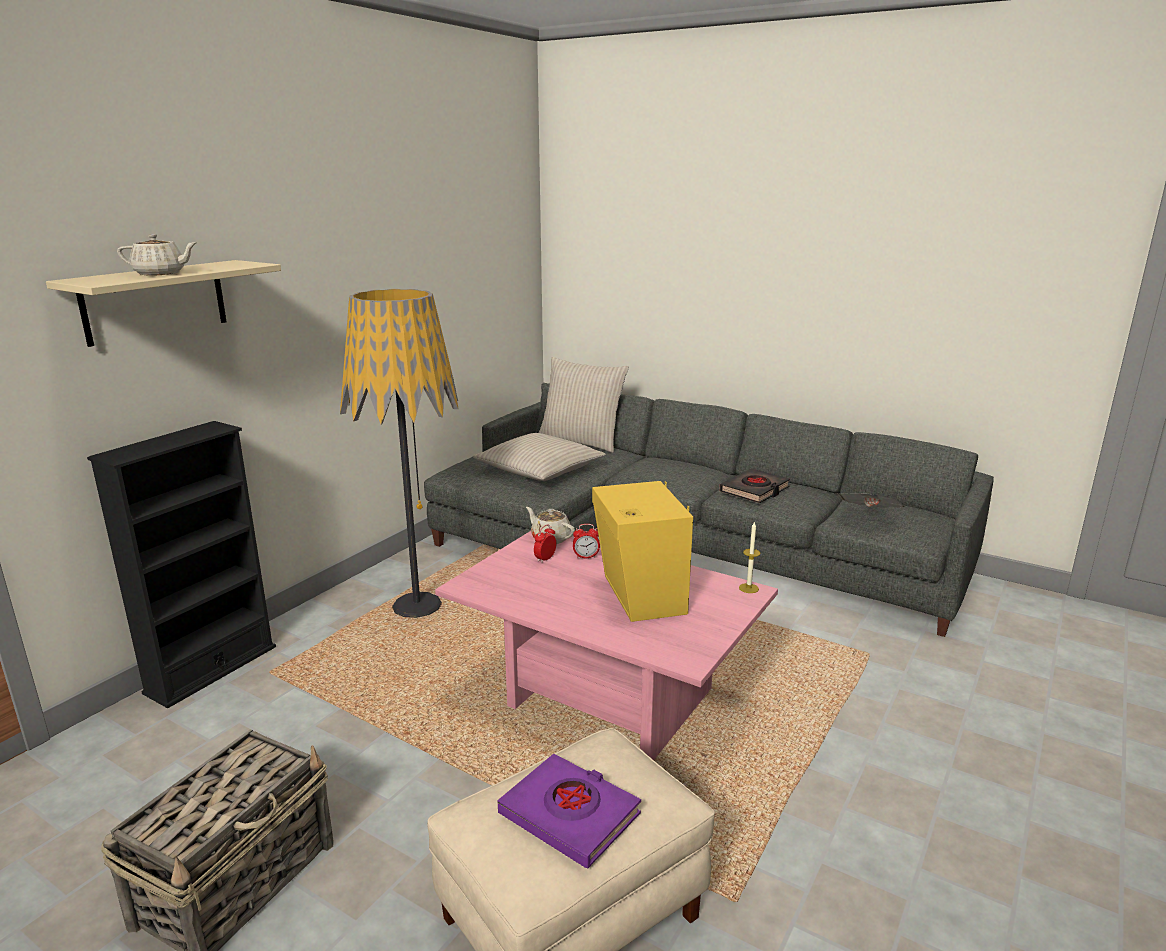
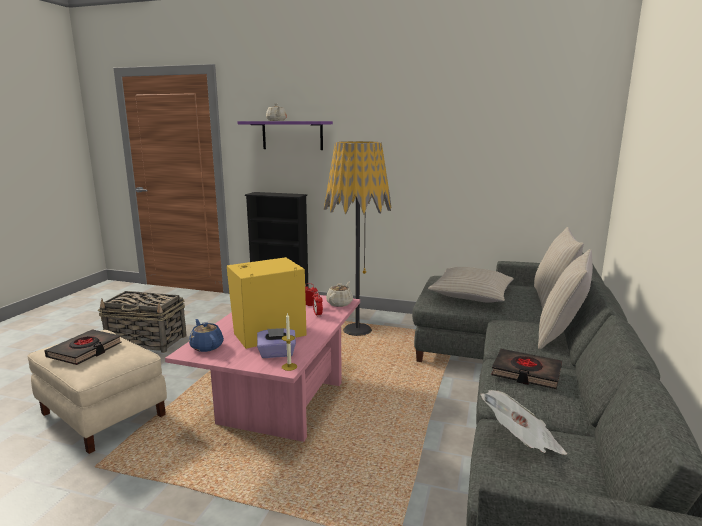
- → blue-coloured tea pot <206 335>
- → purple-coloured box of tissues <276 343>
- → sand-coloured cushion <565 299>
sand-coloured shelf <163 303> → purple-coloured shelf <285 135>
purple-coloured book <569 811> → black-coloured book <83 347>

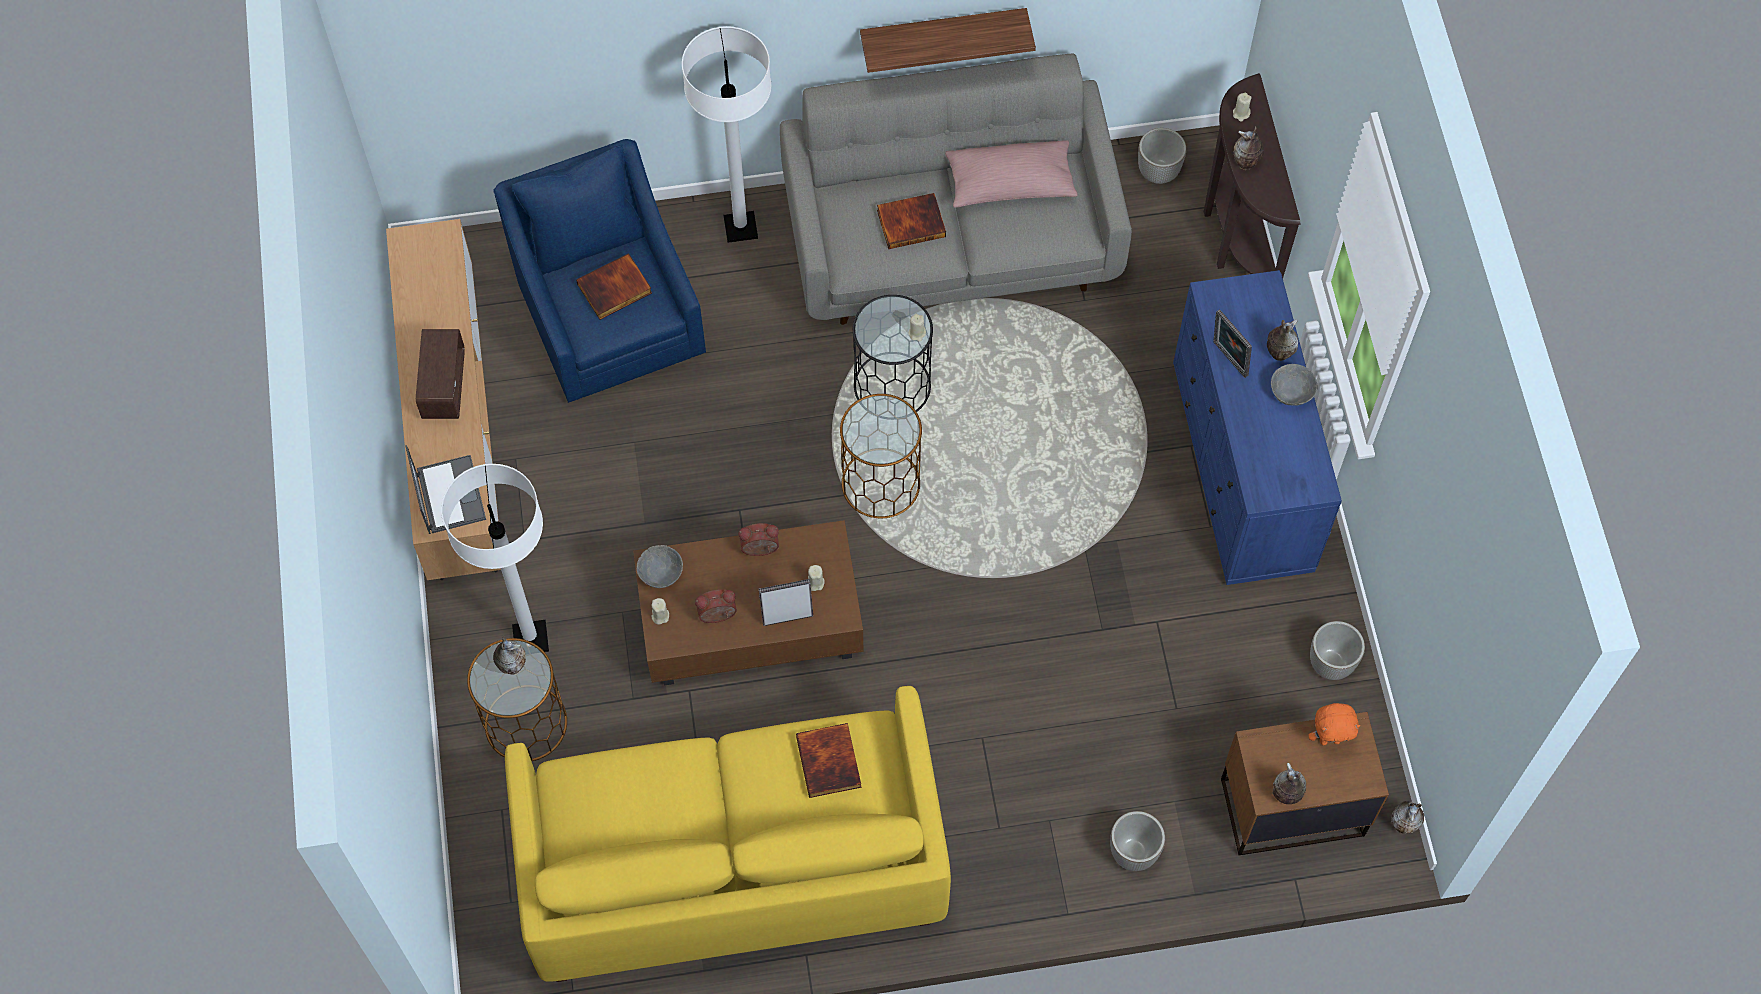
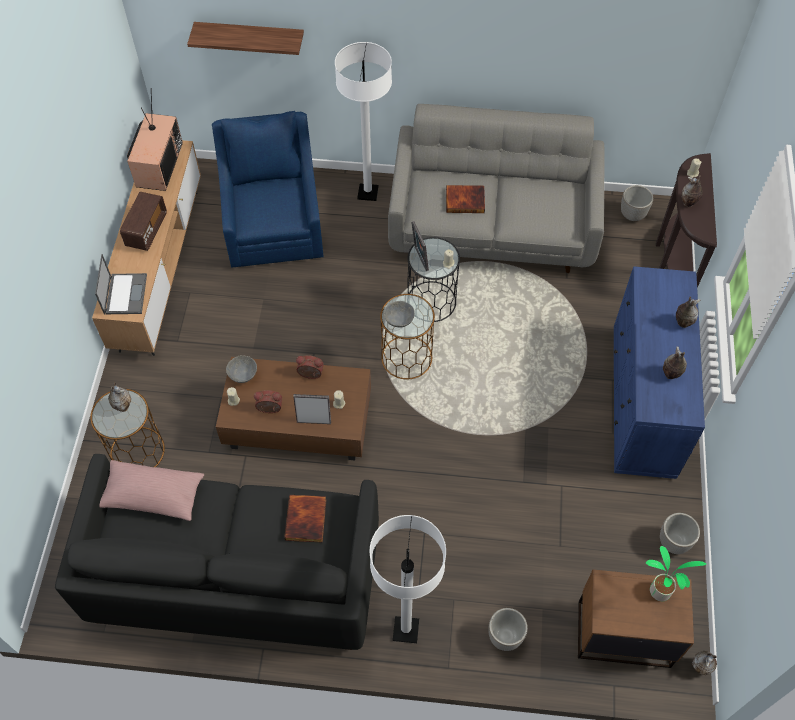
book <614 286> → -
- → television <155 139>
whitish standing lamp <495 558> → whitish standing lamp <408 579>, relocated
shelf <948 40> → shelf <245 38>, relocated
pinkish cushion <1011 174> → pinkish cushion <151 490>, relocated
picture frame <1232 343> → picture frame <420 246>, relocated
gray bowl <1294 384> → gray bowl <399 314>, relocated
decorative vase <1289 783> → decorative vase <675 362>, relocated
orange cuddly toy <1334 724> → houseplant <676 573>
yellowish couch <728 834> → black-coloured couch <217 552>

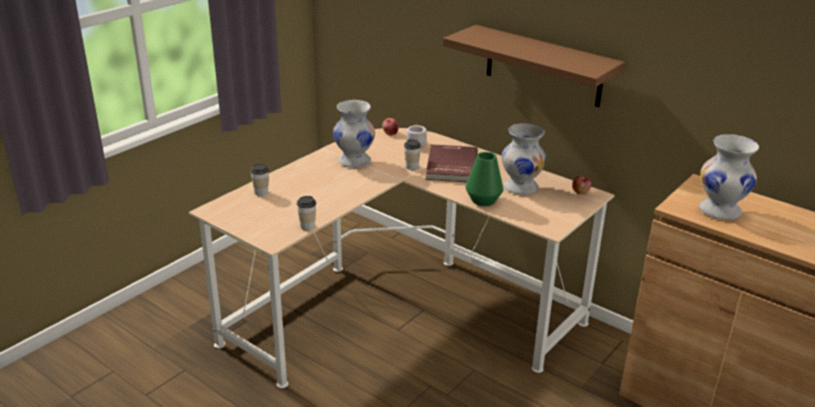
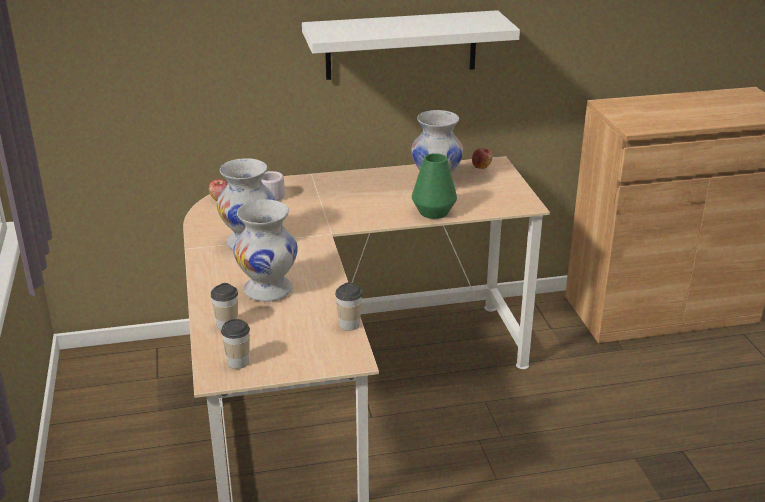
red-coloured book <452 163> → -
small cup <412 154> → small cup <235 344>, relocated
whitish decorative vase <729 177> → whitish decorative vase <265 250>, relocated
brownish shelf <534 66> → whitish shelf <411 45>

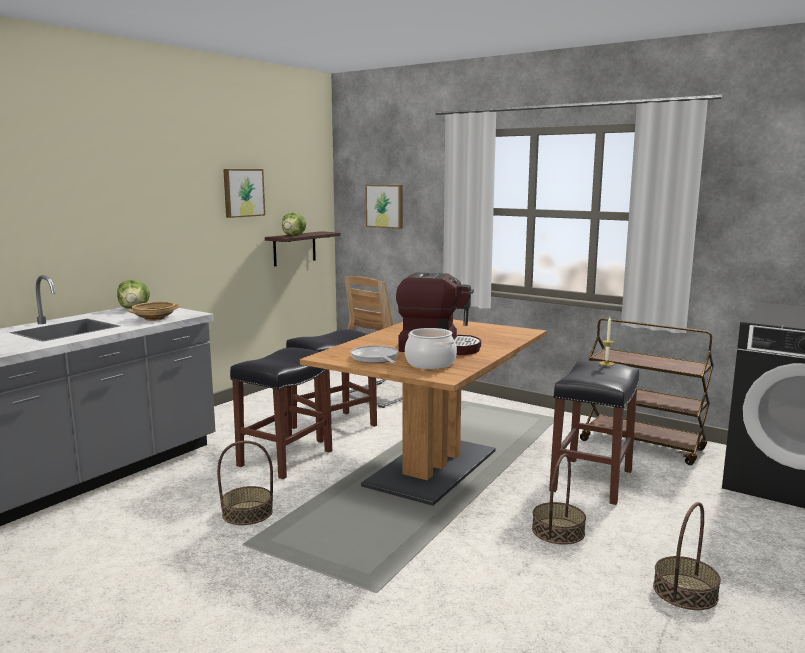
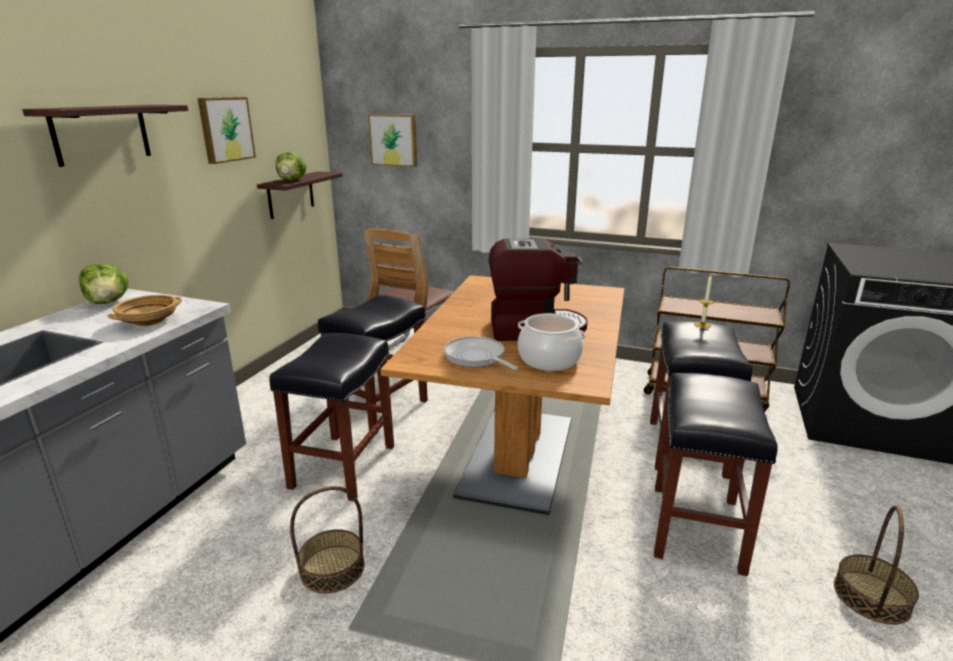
- → shelf <105 136>
household basket <559 499> → black-coloured stool <716 474>

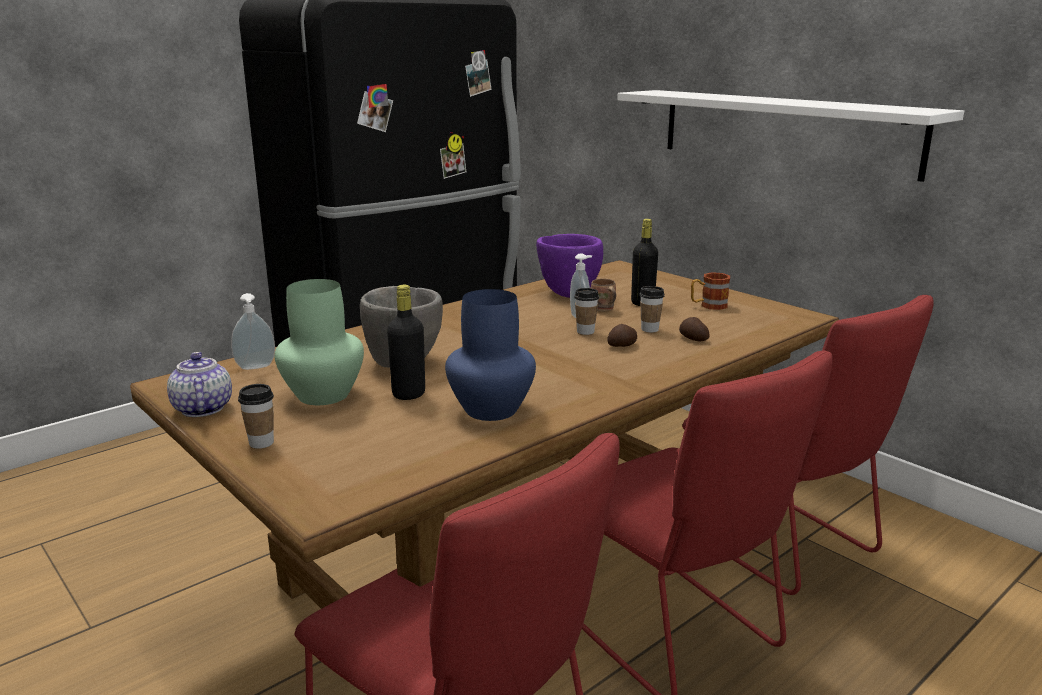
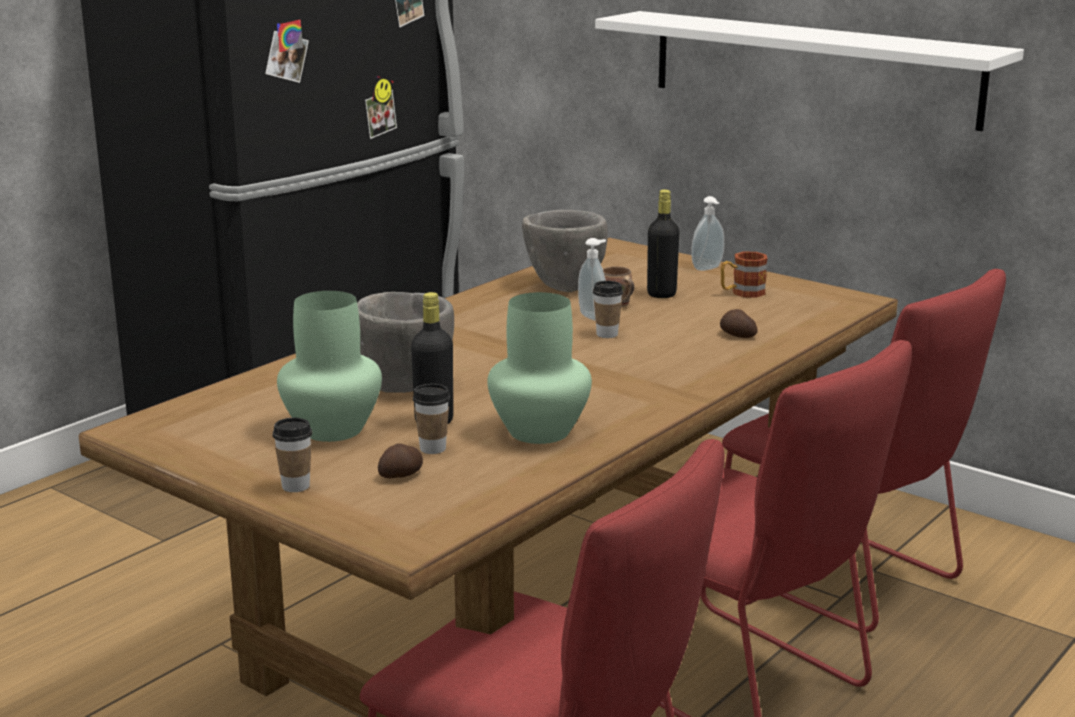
tea pot <199 384> → -
soap dispenser <253 331> → soap dispenser <707 233>, relocated
whole potato <622 335> → whole potato <400 460>, relocated
small cup <652 309> → small cup <431 419>, relocated
blue-coloured decorative vase <490 355> → green decorative vase <539 368>
purple-coloured bowl <569 266> → gray bowl <565 251>

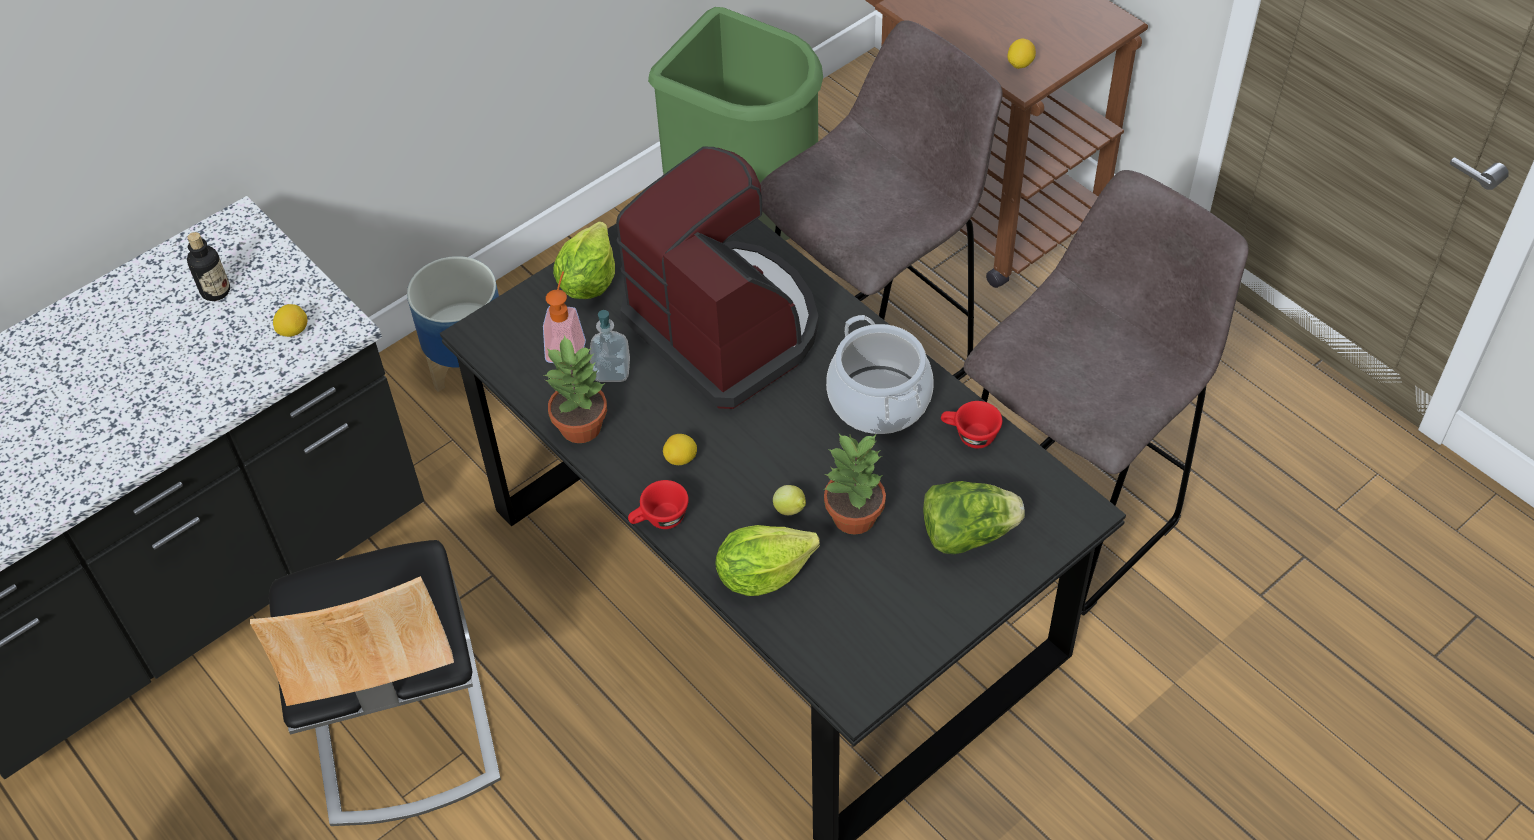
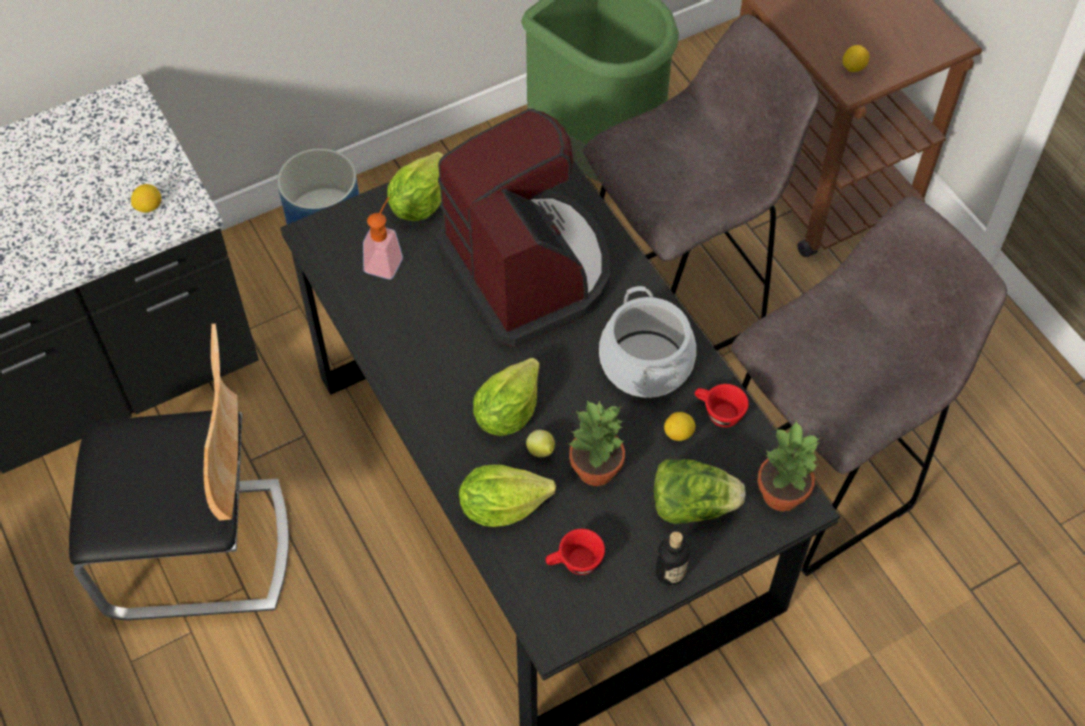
soap dispenser <610 346> → -
- → lettuce <506 397>
bottle <208 266> → bottle <672 558>, relocated
houseplant <575 389> → houseplant <788 465>, relocated
red-coloured small cup <658 504> → red-coloured small cup <575 552>, relocated
whole lemon <680 449> → whole lemon <680 426>, relocated
plain chair <375 683> → plain chair <179 472>, 90 degrees counterclockwise

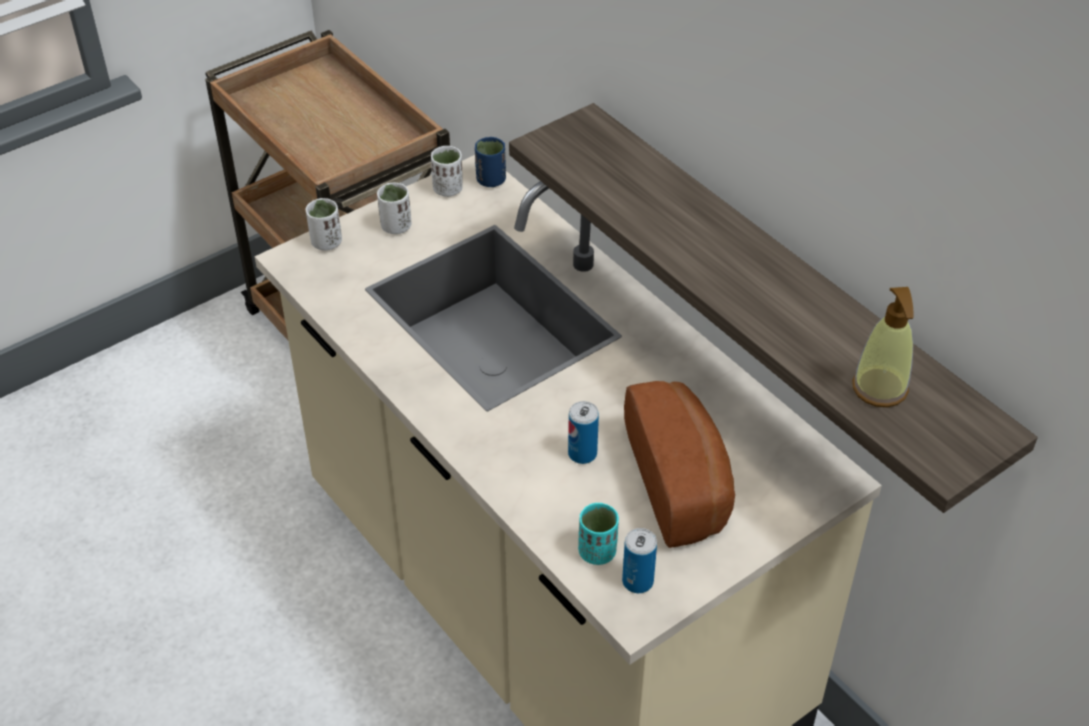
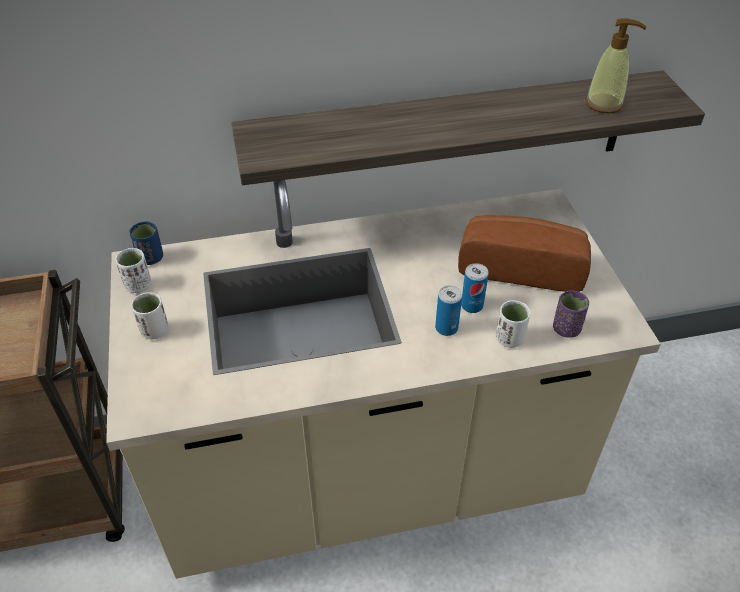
whitish small cup <324 224> → whitish small cup <513 324>, relocated
sealed can <639 560> → sealed can <448 310>, relocated
turquoise small cup <598 534> → purple-coloured small cup <571 314>

